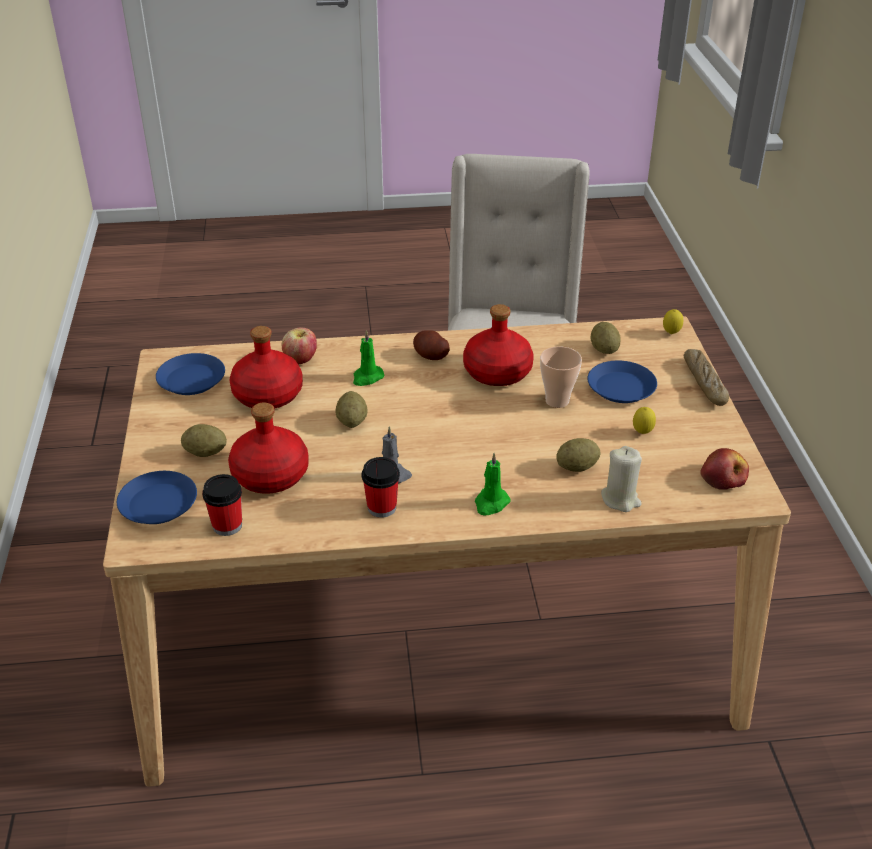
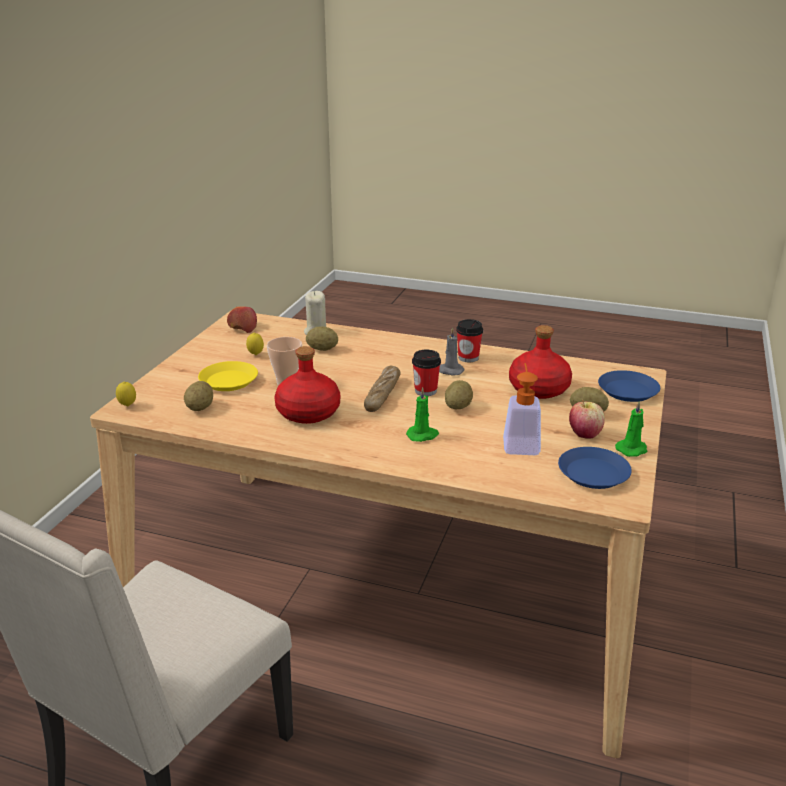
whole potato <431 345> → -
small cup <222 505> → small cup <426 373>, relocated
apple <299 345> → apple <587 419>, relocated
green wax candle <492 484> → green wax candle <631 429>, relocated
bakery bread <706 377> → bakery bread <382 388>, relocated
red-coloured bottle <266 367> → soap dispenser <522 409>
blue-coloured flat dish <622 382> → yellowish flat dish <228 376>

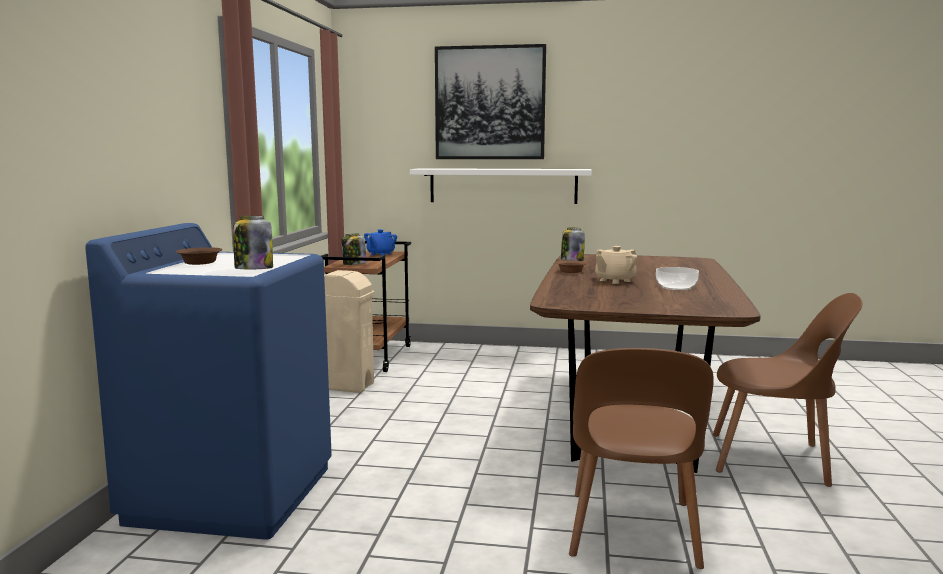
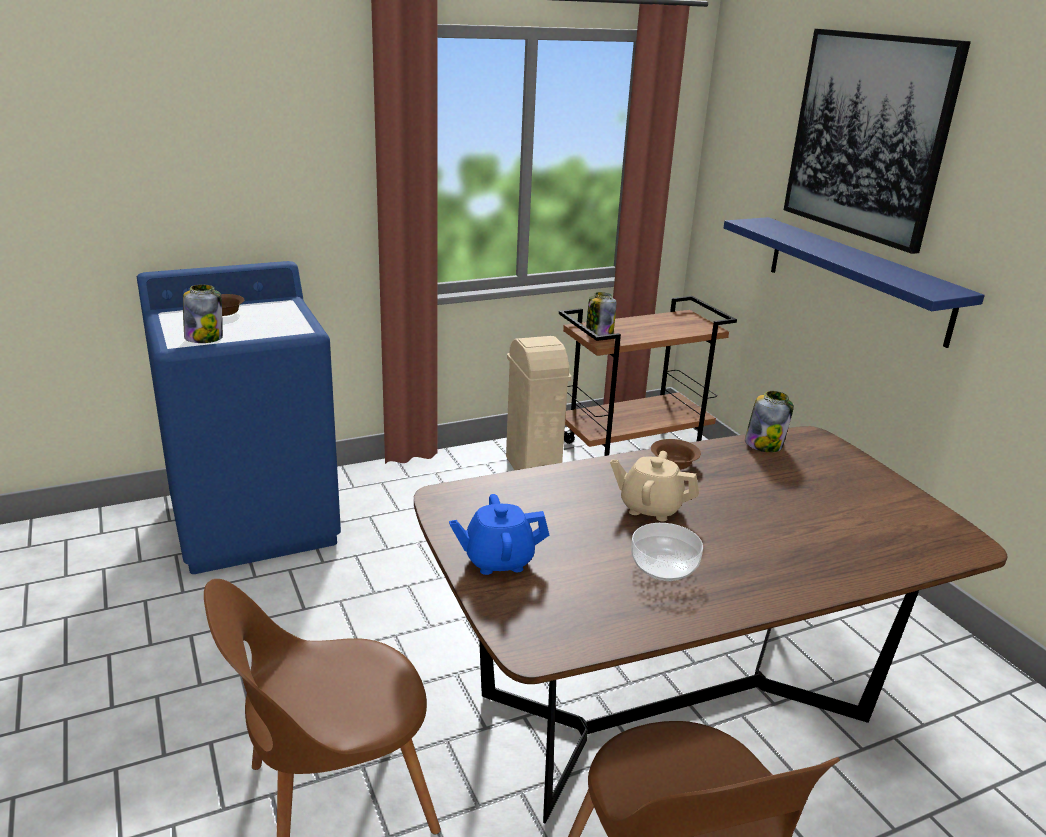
blue-coloured tea pot <380 242> → blue-coloured tea pot <499 534>, relocated
whitish shelf <501 186> → blue-coloured shelf <854 282>

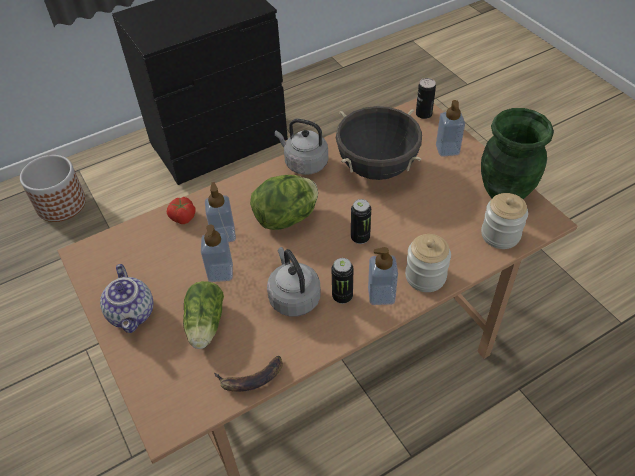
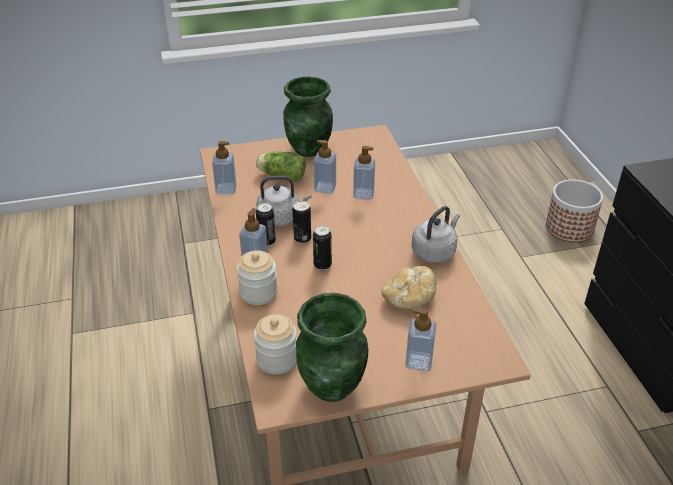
tomato <181 210> → -
lettuce <284 202> → -
sealed can <426 98> → sealed can <302 222>, relocated
tea pot <126 298> → green decorative vase <308 117>
banana fruit <248 374> → soap dispenser <224 167>
black-coloured stockpot <379 143> → bakery bread <409 287>

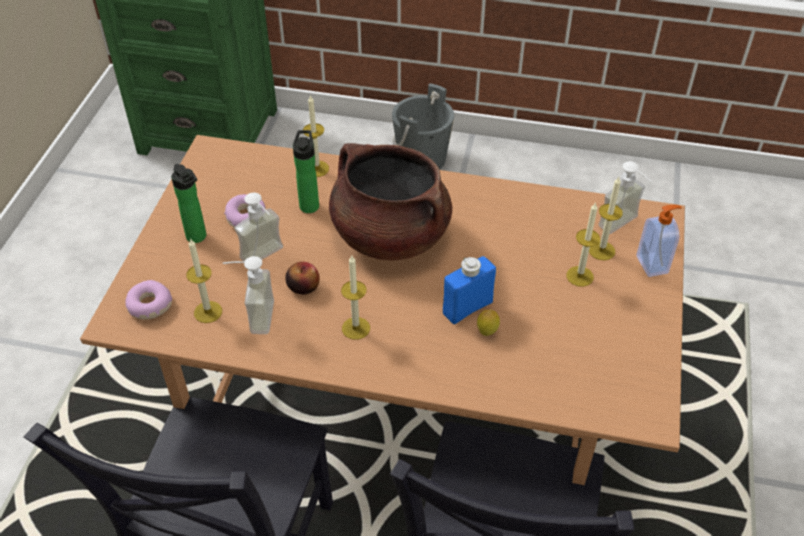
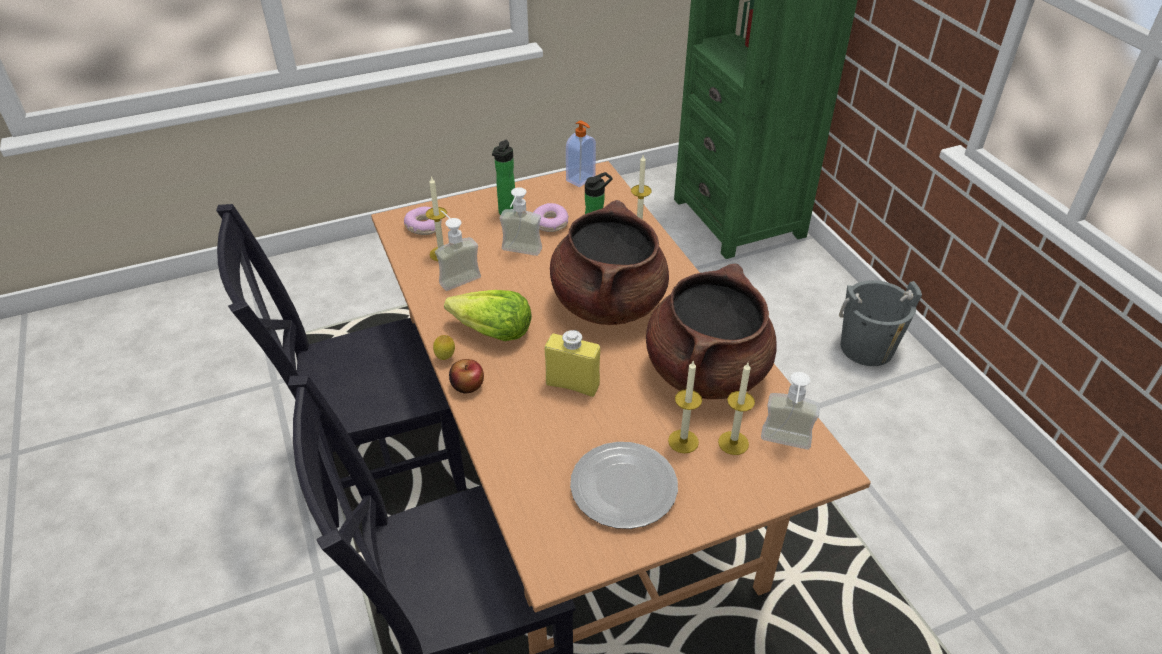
- → flat dish <624 485>
- → brownish stockpot <711 331>
apple <303 278> → apple <466 376>, relocated
whole lemon <488 322> → whole lemon <444 347>, relocated
soap dispenser <659 241> → soap dispenser <581 154>, relocated
wax candle <355 298> → lettuce <488 315>
blue-coloured bottle <469 290> → yellowish bottle <572 363>

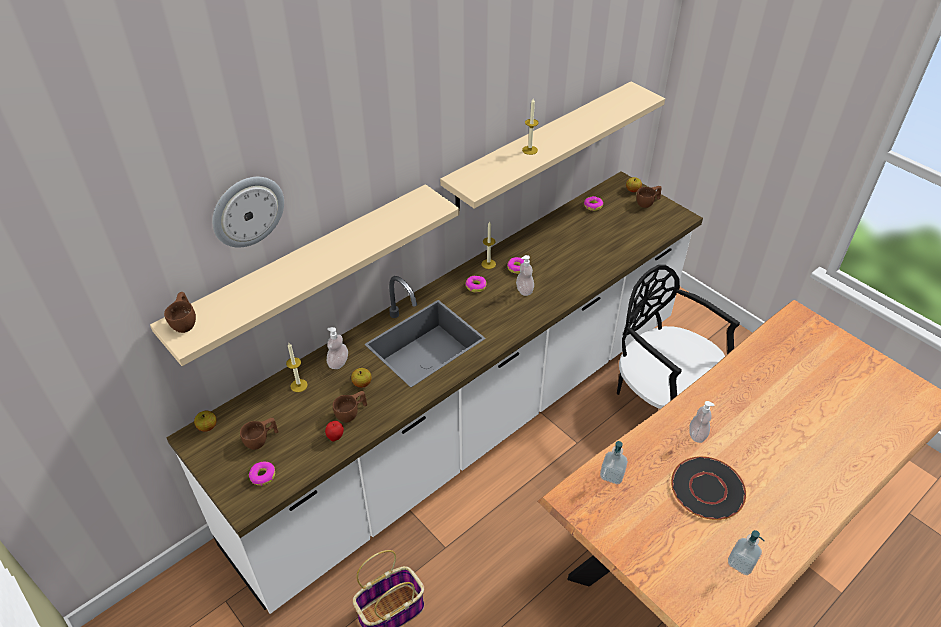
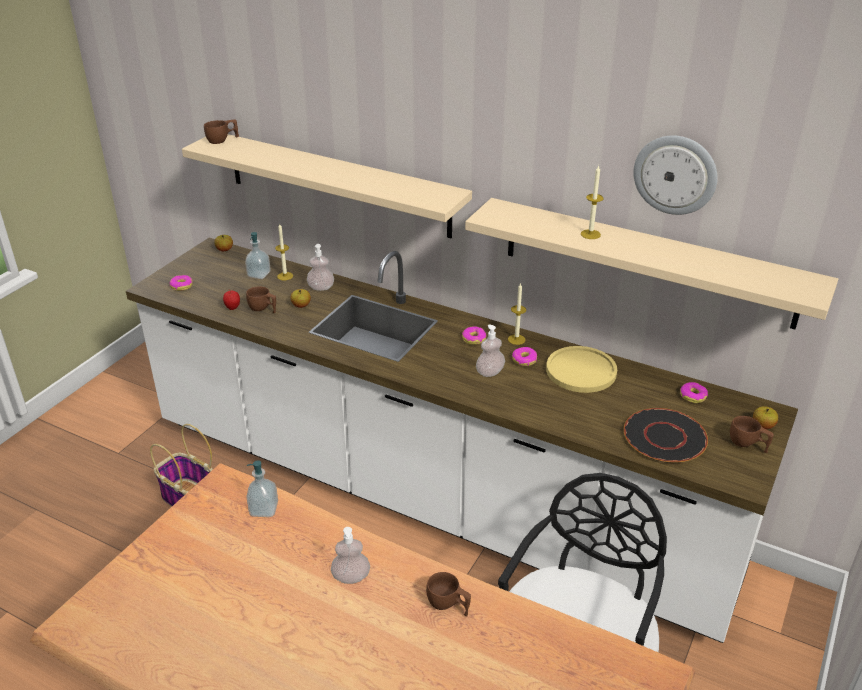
- → yellowish flat dish <581 369>
wall clock <248 212> → wall clock <675 175>, relocated
brownish small cup <259 434> → brownish small cup <448 594>, relocated
black-coloured flat dish <708 488> → black-coloured flat dish <666 435>, relocated
soap dispenser <746 552> → soap dispenser <258 255>, relocated

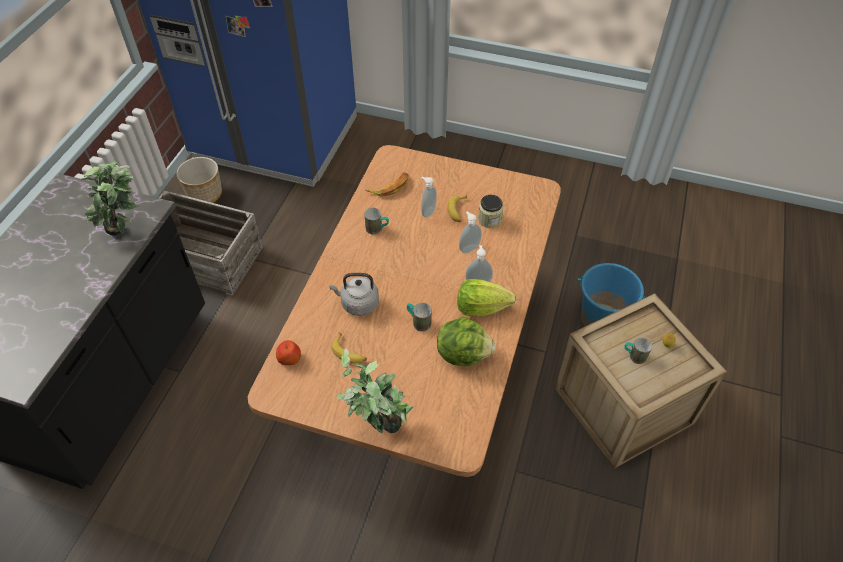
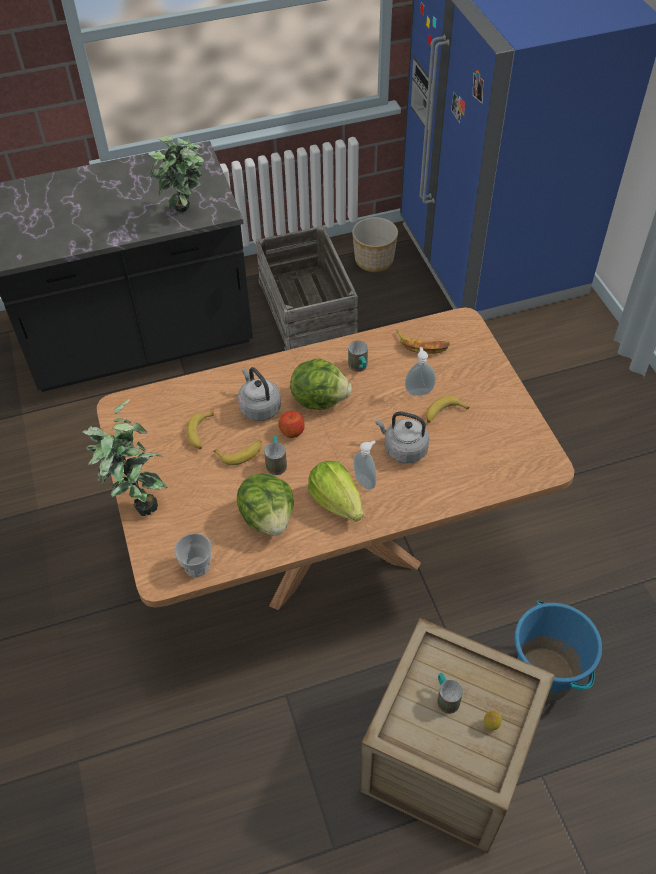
jar <490 211> → -
- → small cup <193 555>
- → banana fruit <237 452>
- → lettuce <321 384>
apple <288 352> → apple <291 424>, relocated
soap dispenser <470 232> → gray water kettle <402 438>

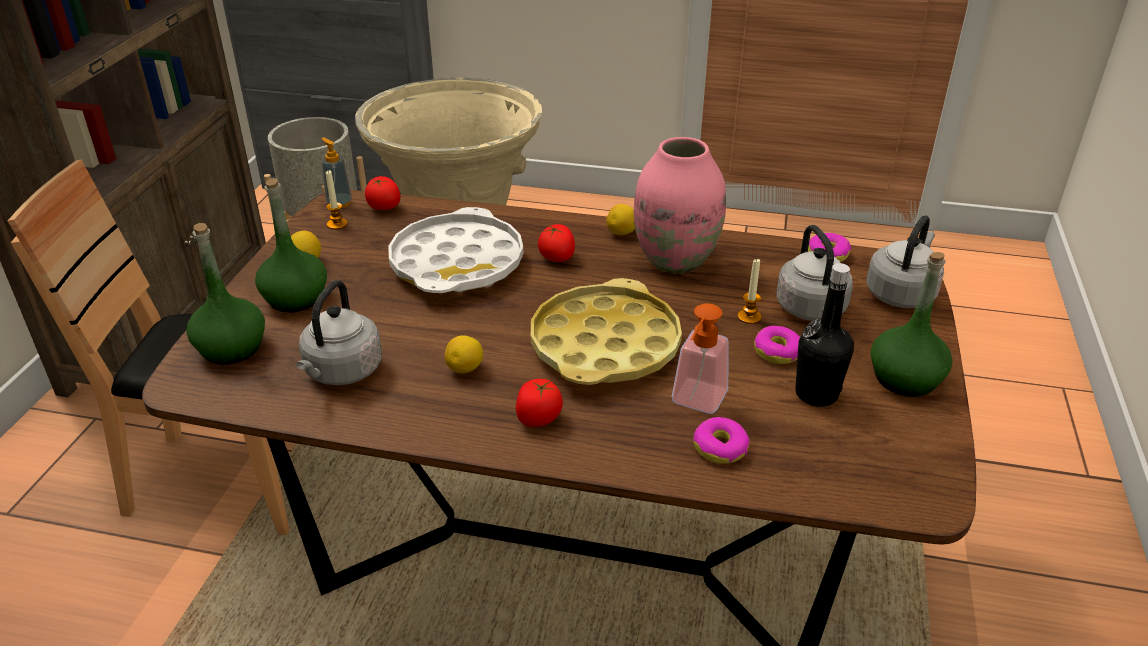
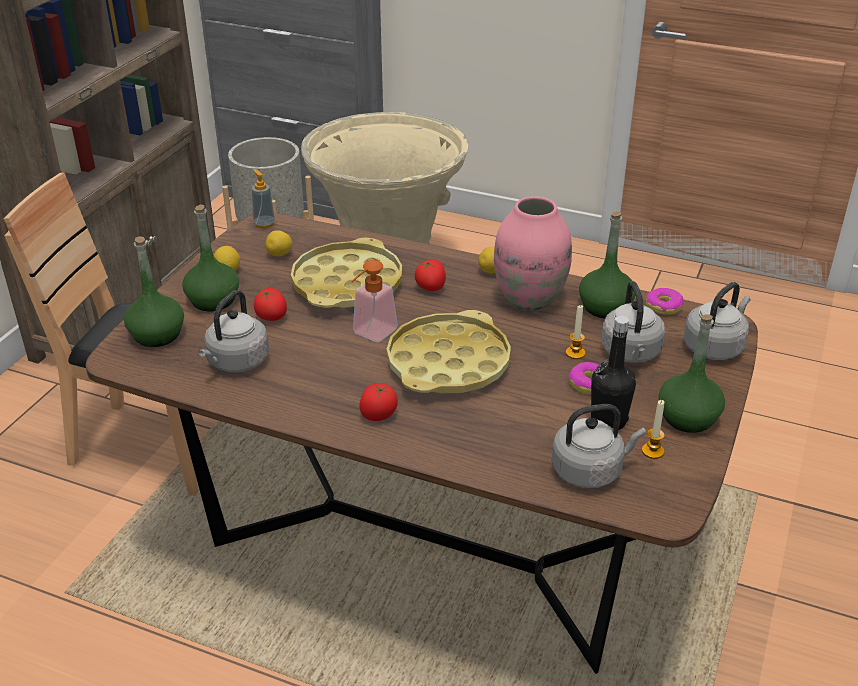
donut <722 440> → -
- → gray water kettle <599 446>
- → green bottle <607 264>
wax candle <337 200> → wax candle <653 429>, relocated
tomato <382 193> → tomato <270 304>, relocated
whole lemon <464 354> → whole lemon <278 243>, relocated
soap dispenser <700 358> → soap dispenser <374 301>, relocated
whitish serving tray <456 250> → yellowish serving tray <346 272>

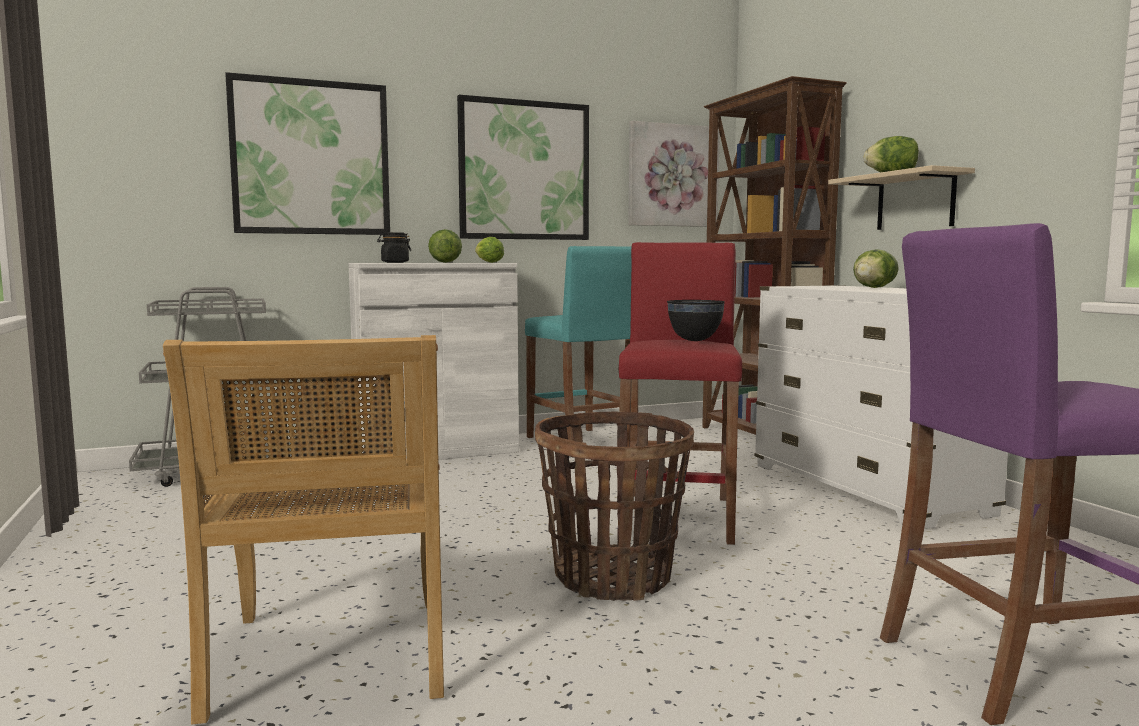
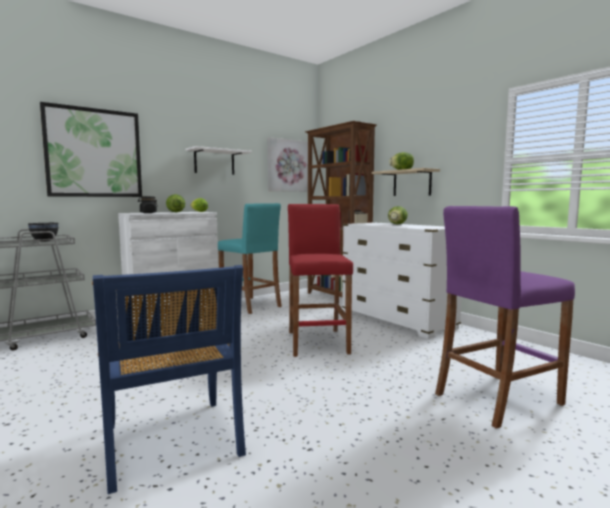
household basket <614 506> → -
black-coloured bowl <696 320> → black-coloured bowl <43 232>, relocated
picture <523 167> → whitish shelf <218 160>
sand-coloured plain chair <303 530> → blue-coloured plain chair <169 379>

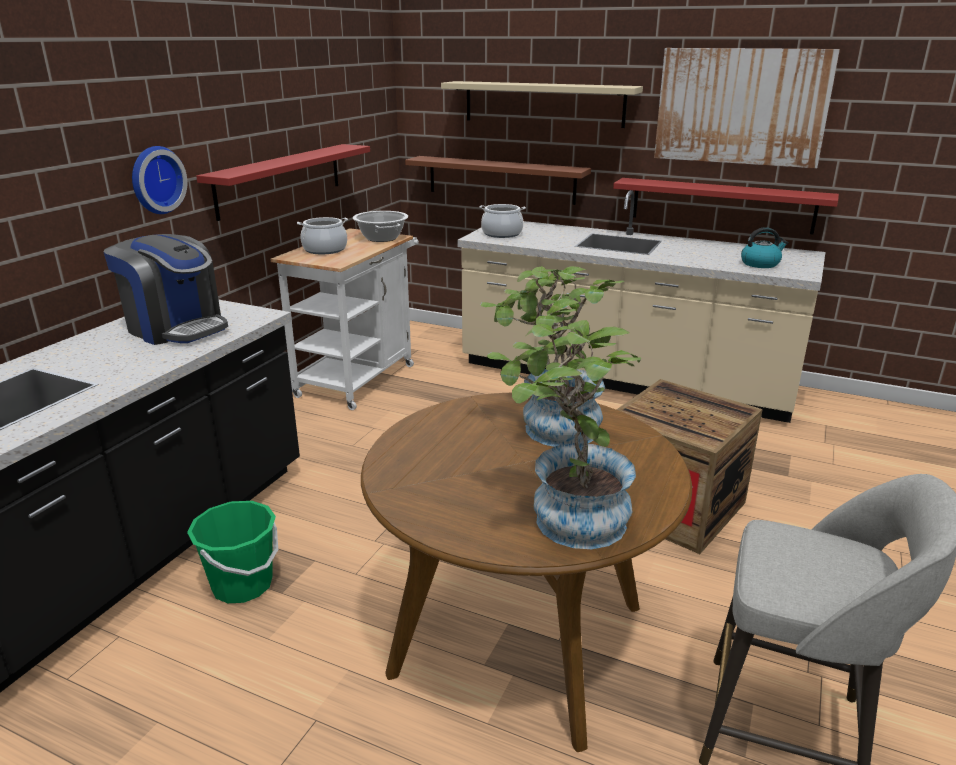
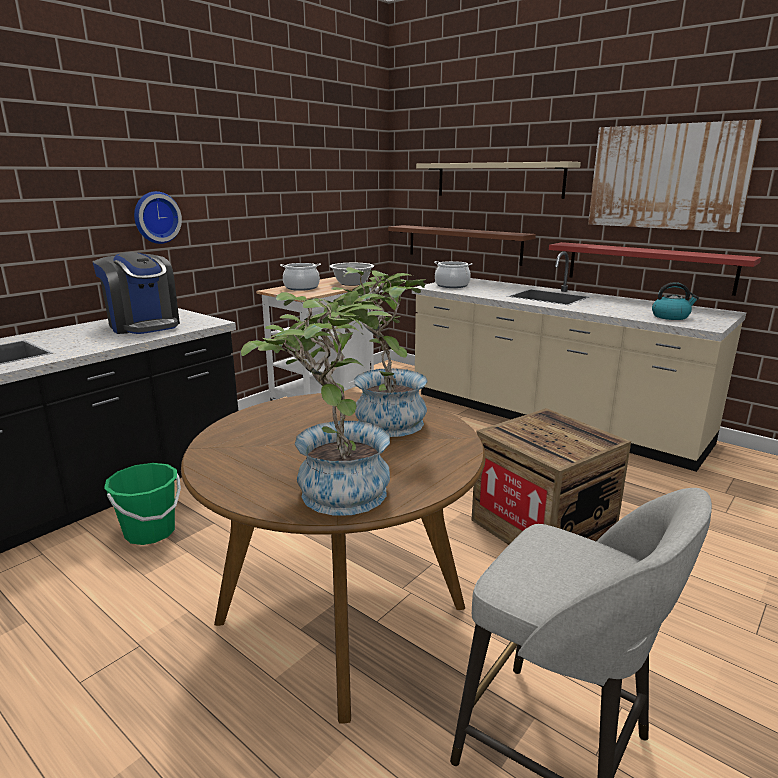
red-coloured shelf <283 182> → -

